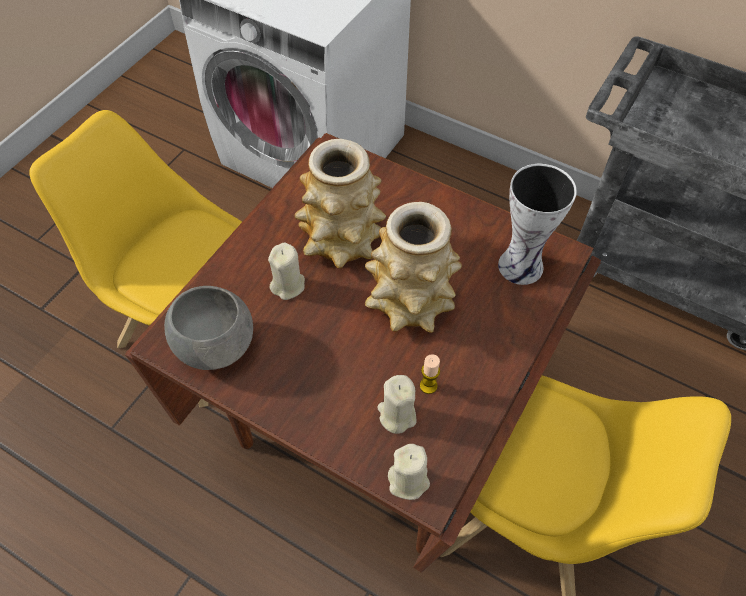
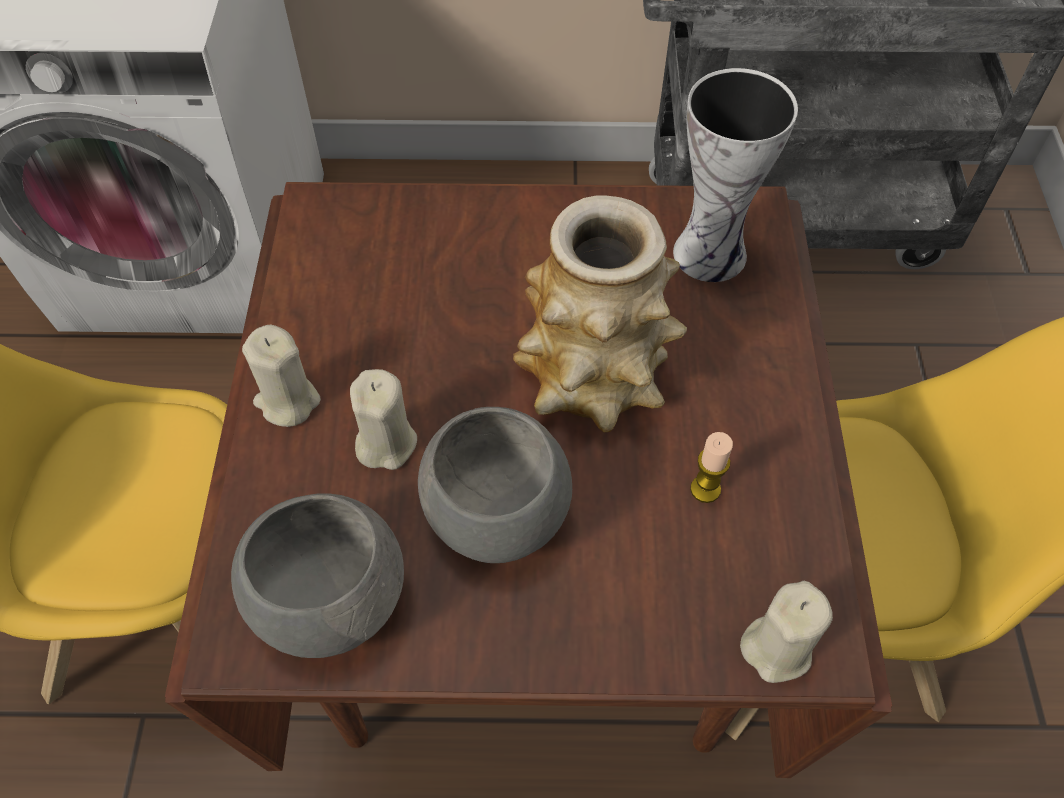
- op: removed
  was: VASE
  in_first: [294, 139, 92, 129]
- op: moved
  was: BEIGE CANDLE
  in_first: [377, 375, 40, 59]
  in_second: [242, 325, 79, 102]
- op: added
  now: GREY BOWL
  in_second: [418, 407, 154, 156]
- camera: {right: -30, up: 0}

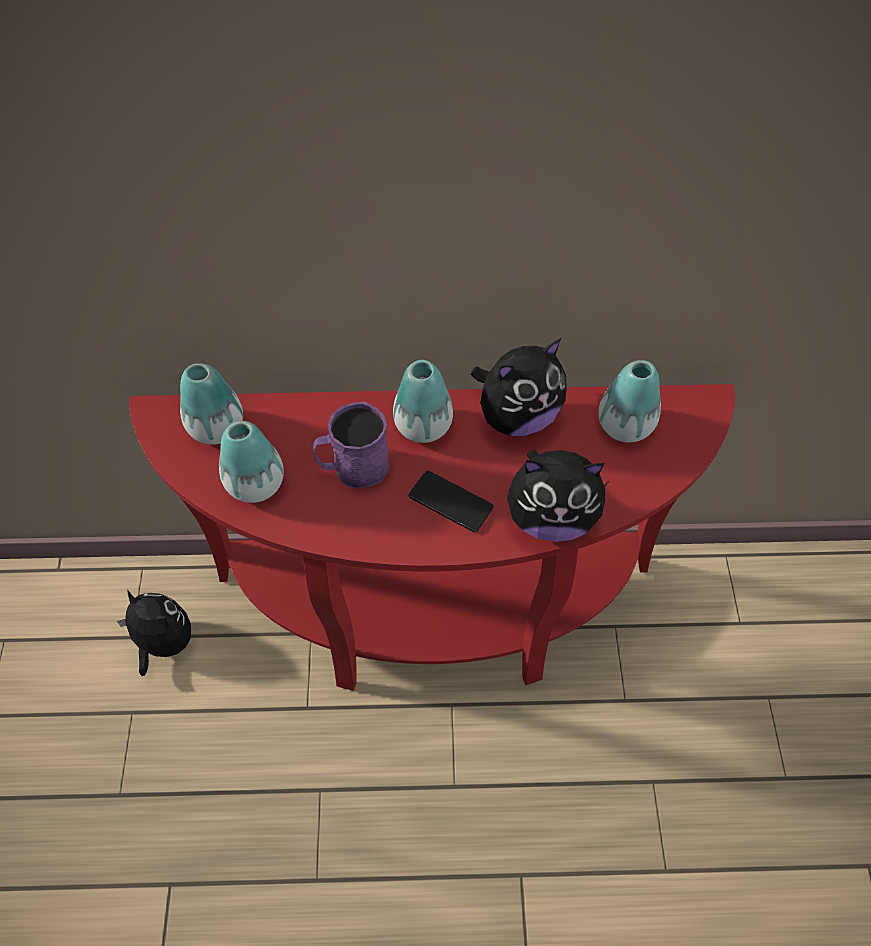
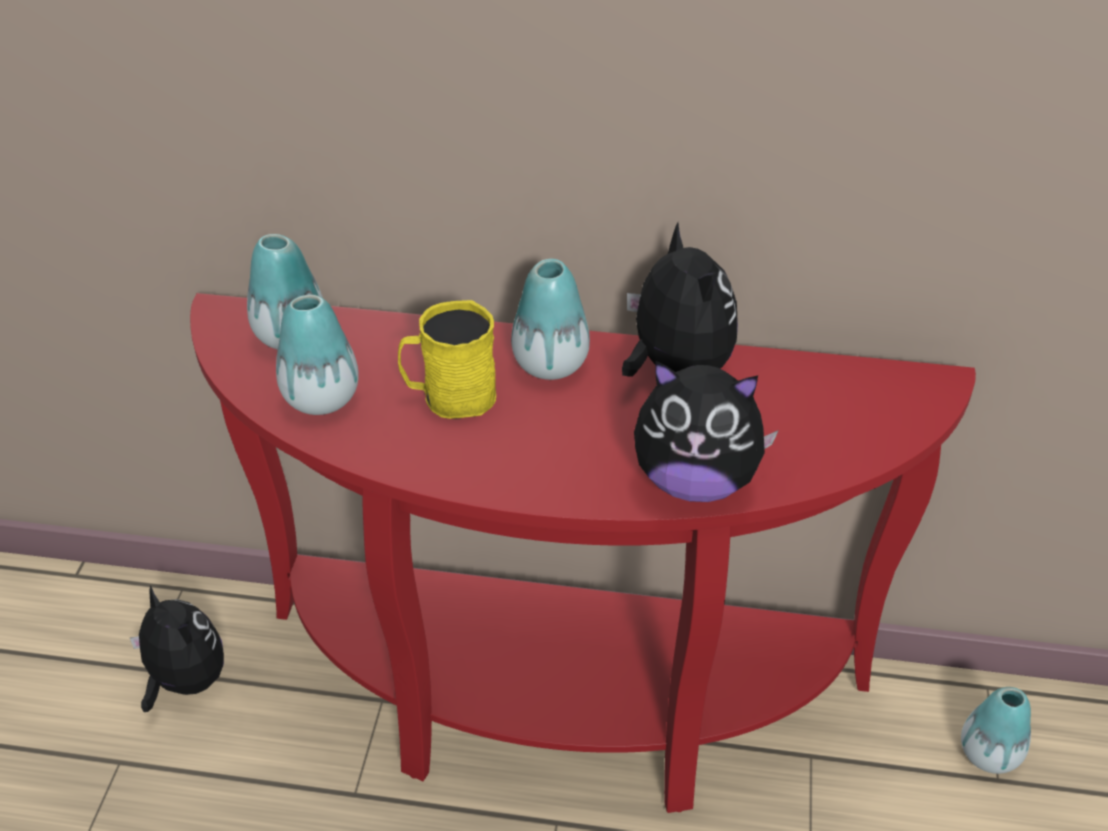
- op: turned
  was: PLUSH TOY
  in_first: [471, 338, 96, 98]
  in_second: [622, 223, 116, 153]
  clockwise: -90
- op: moved
  was: VASE
  in_first: [598, 360, 63, 82]
  in_second: [961, 687, 70, 87]
- op: recoloured
  was: PURPLE MUG
  now: YELLOW MUG
  in_first: [313, 401, 76, 88]
  in_second: [398, 300, 98, 119]
- op: removed
  was: PHONE
  in_first: [409, 471, 85, 62]
- camera: {right: 10, up: -15}

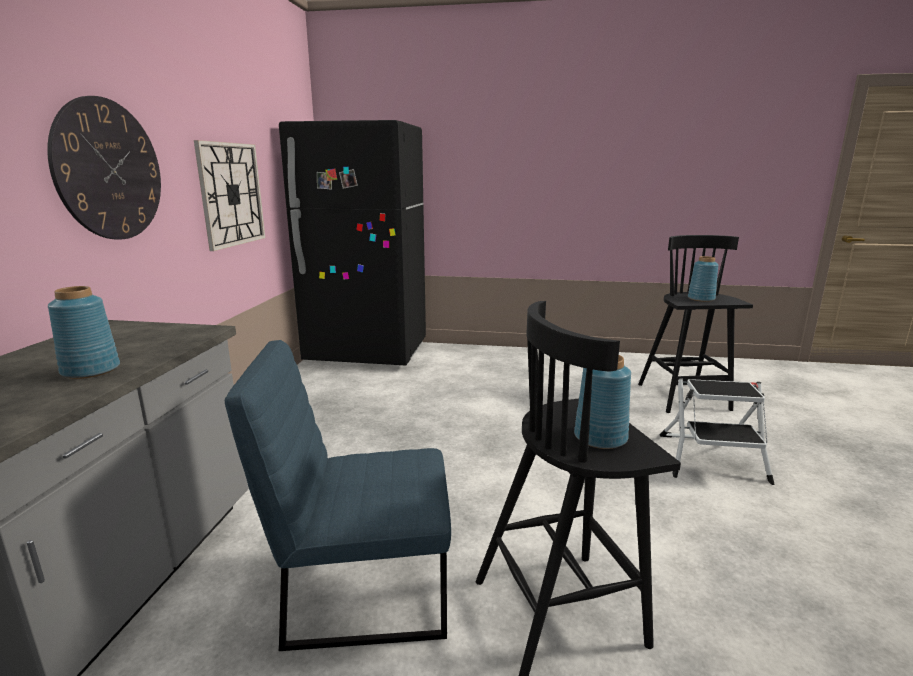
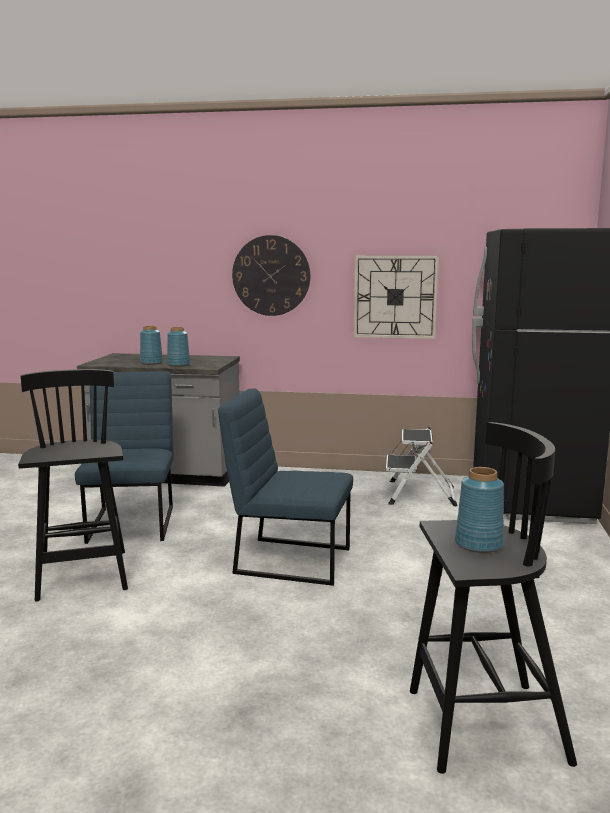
- op: moved
  was: BLUE VASE
  in_first: [574, 355, 57, 94]
  in_second: [167, 327, 23, 40]
- op: moved
  was: STEP LADDER
  in_first: [660, 378, 115, 107]
  in_second: [386, 427, 71, 80]
- op: added
  now: BLUE CHAIR
  in_second: [218, 388, 135, 198]
- camera: {right: 90, up: -5}

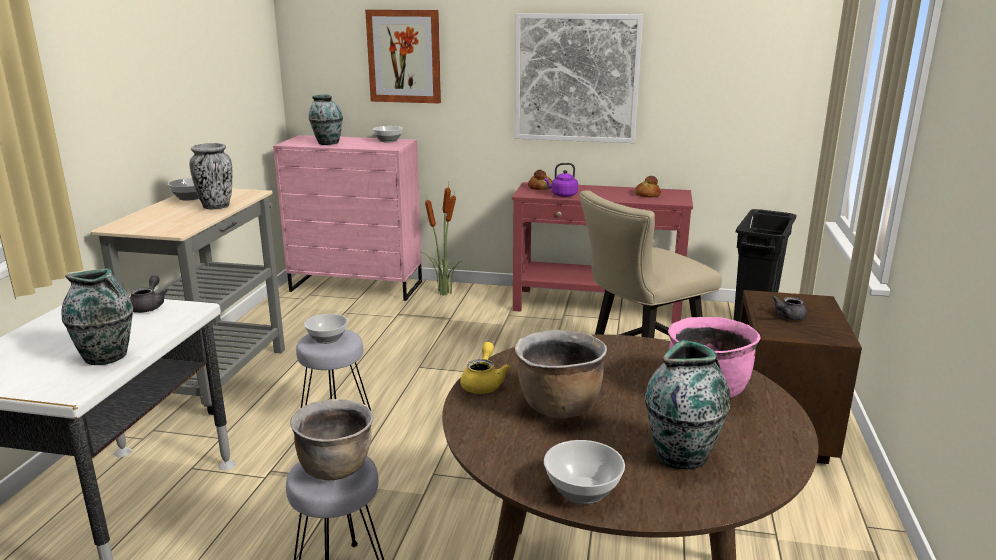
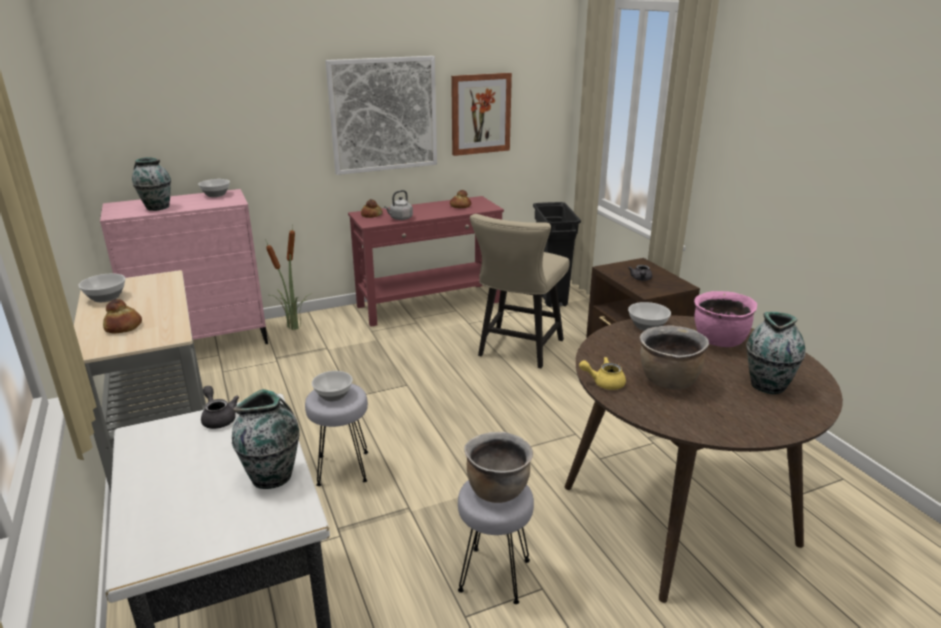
- op: moved
  was: PICTURE
  in_first: [365, 10, 76, 93]
  in_second: [451, 73, 61, 83]
- op: removed
  was: VASE
  in_first: [189, 143, 43, 66]
- op: recoloured
  was: PURPLE KETTLE
  now: GREY KETTLE
  in_first: [544, 163, 34, 34]
  in_second: [384, 190, 29, 30]
- op: turned
  was: YELLOW TEAPOT
  in_first: [460, 342, 51, 52]
  in_second: [579, 357, 47, 33]
  clockwise: -60
- op: moved
  was: BOWL
  in_first: [544, 440, 81, 64]
  in_second: [628, 302, 43, 29]
- op: added
  now: BREAD
  in_second: [103, 299, 39, 34]
- camera: {right: -35, up: 5}

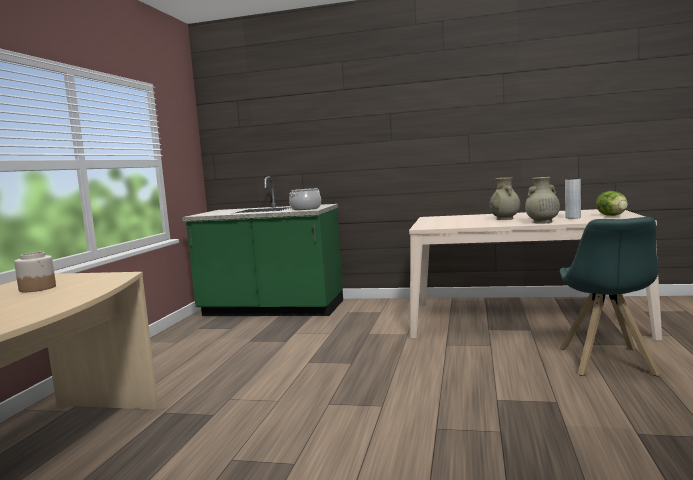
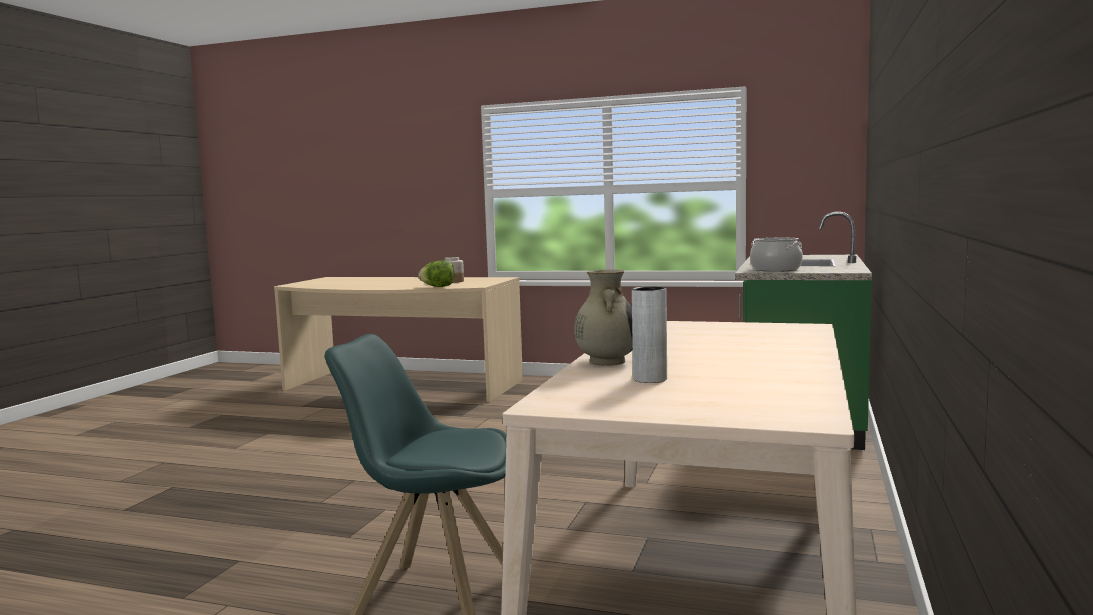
- op: removed
  was: BEIGE VASE
  in_first: [489, 177, 31, 43]
- op: moved
  was: LETTUCE
  in_first: [596, 191, 32, 25]
  in_second: [418, 261, 37, 26]
- camera: {right: 95, up: 0}

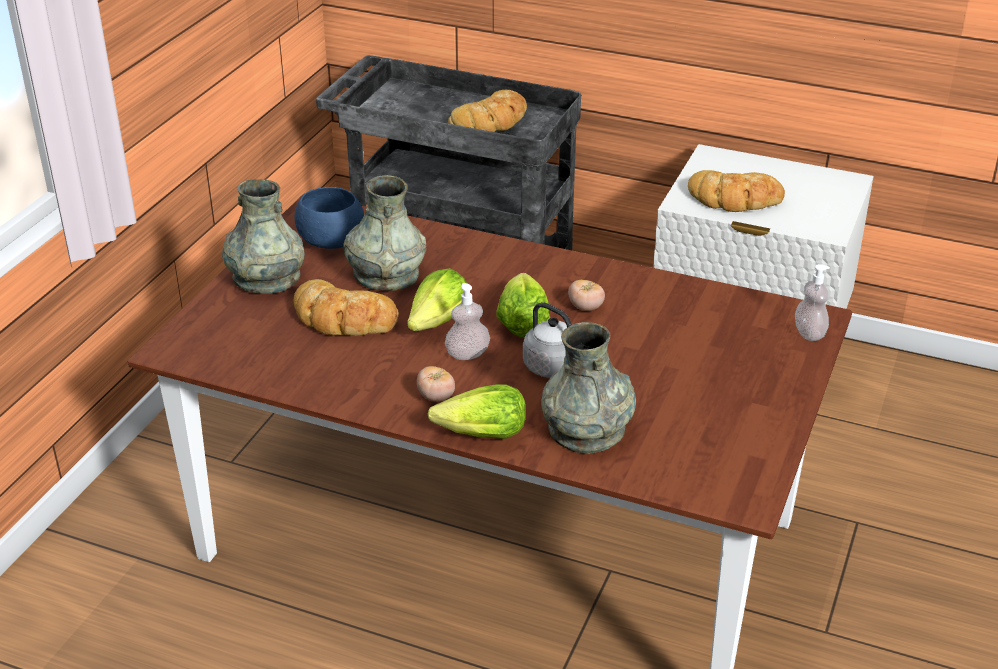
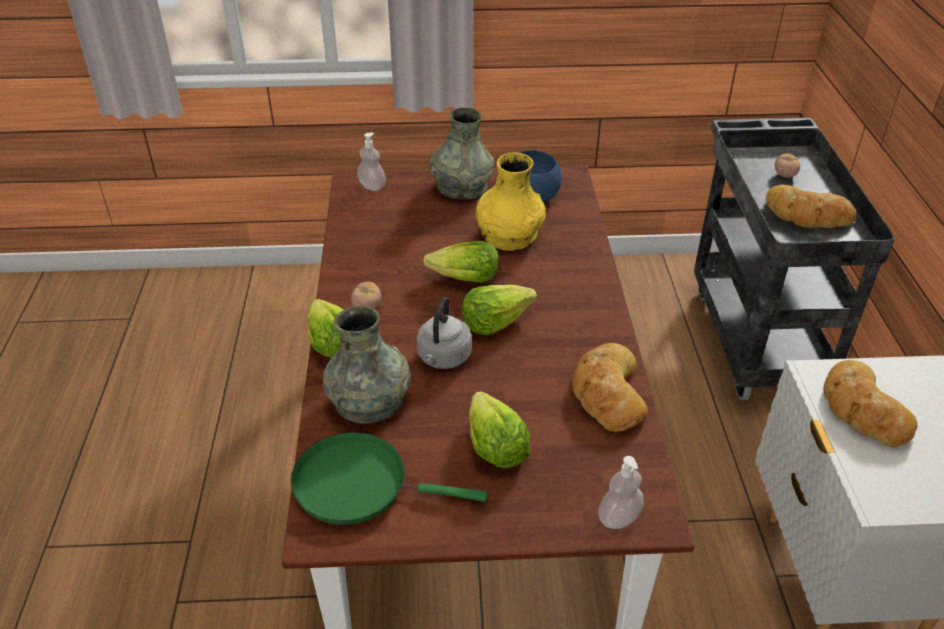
- op: recoloured
  was: GREY VASE
  now: YELLOW VASE
  in_first: [343, 175, 83, 116]
  in_second: [476, 152, 69, 99]
- op: moved
  was: BREAD
  in_first: [293, 279, 106, 57]
  in_second: [572, 343, 76, 89]
- op: moved
  was: TOMATO
  in_first: [568, 280, 37, 31]
  in_second: [775, 153, 25, 25]
- op: moved
  was: SOAP DISPENSER
  in_first: [445, 283, 45, 77]
  in_second: [357, 133, 29, 58]
- op: added
  now: LETTUCE
  in_second: [469, 391, 61, 77]
- op: added
  now: GREEN FRYING PAN
  in_second: [291, 432, 196, 93]
- camera: {right: 65, up: 5}

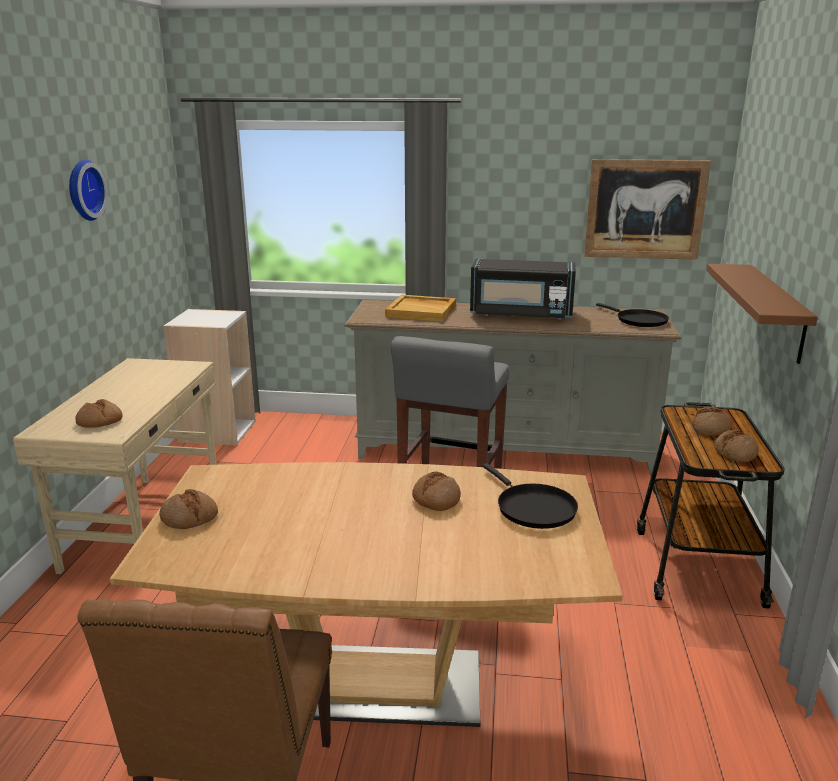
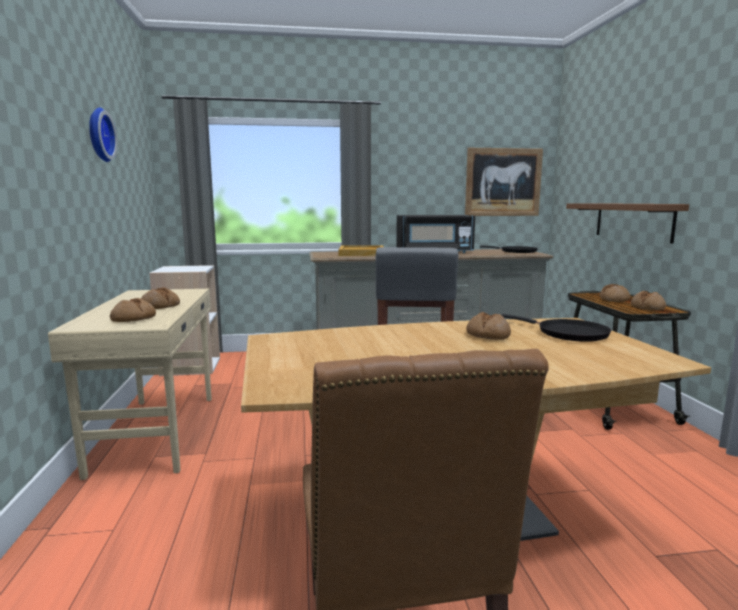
- op: moved
  was: BREAD
  in_first: [159, 489, 59, 40]
  in_second: [141, 287, 39, 22]
- camera: {right: -15, up: -10}

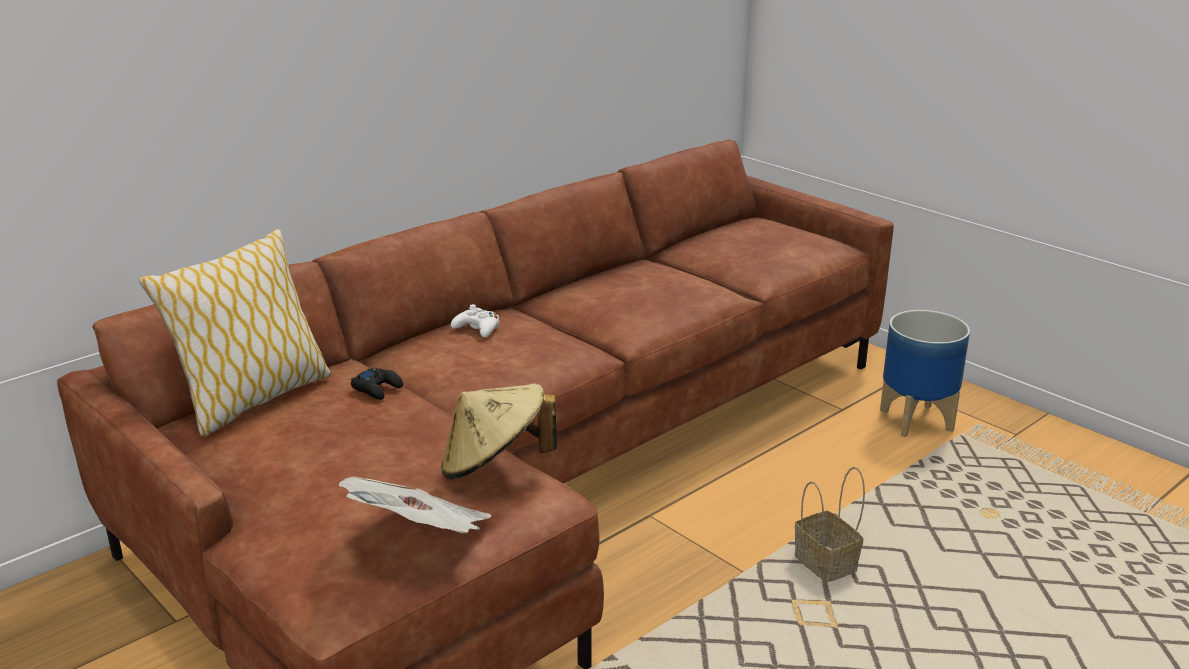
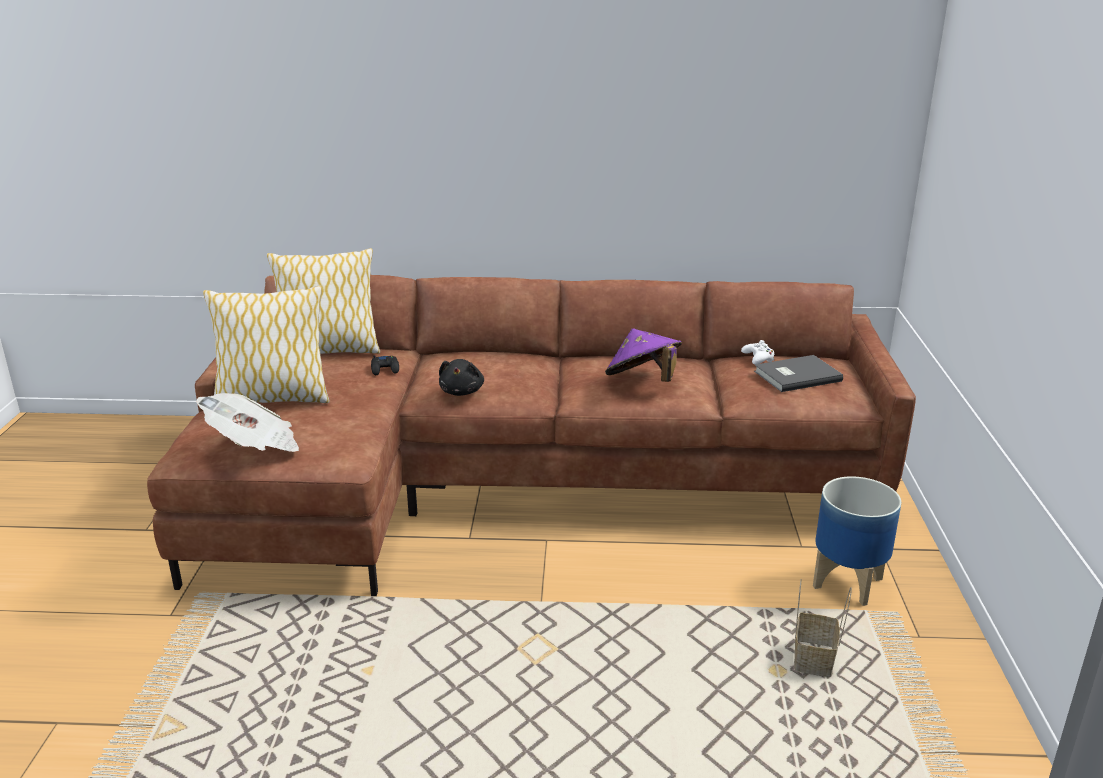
- op: moved
  was: WHITE GAME CONTROLLER
  in_first: [451, 304, 48, 34]
  in_second: [741, 340, 33, 24]
- op: removed
  was: BEIGE HAT
  in_first: [441, 384, 116, 96]
- op: moved
  was: BASKET
  in_first: [795, 467, 70, 115]
  in_second: [794, 579, 58, 98]
- op: added
  now: PILLOW
  in_second: [203, 286, 126, 117]
- op: added
  now: PURPLE HAT
  in_second: [605, 328, 77, 54]
- op: added
  now: GREY BOOK
  in_second: [754, 355, 89, 37]
- op: added
  now: BLACK PLUSH TOY
  in_second: [439, 359, 45, 37]
- camera: {right: 45, up: 0}

